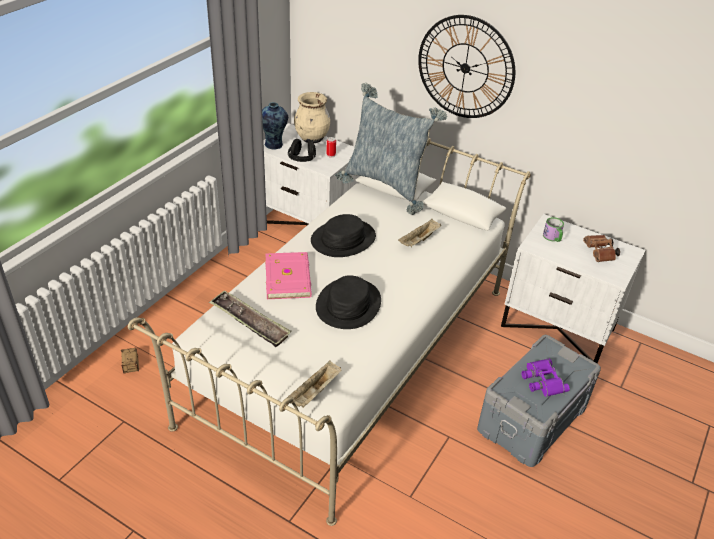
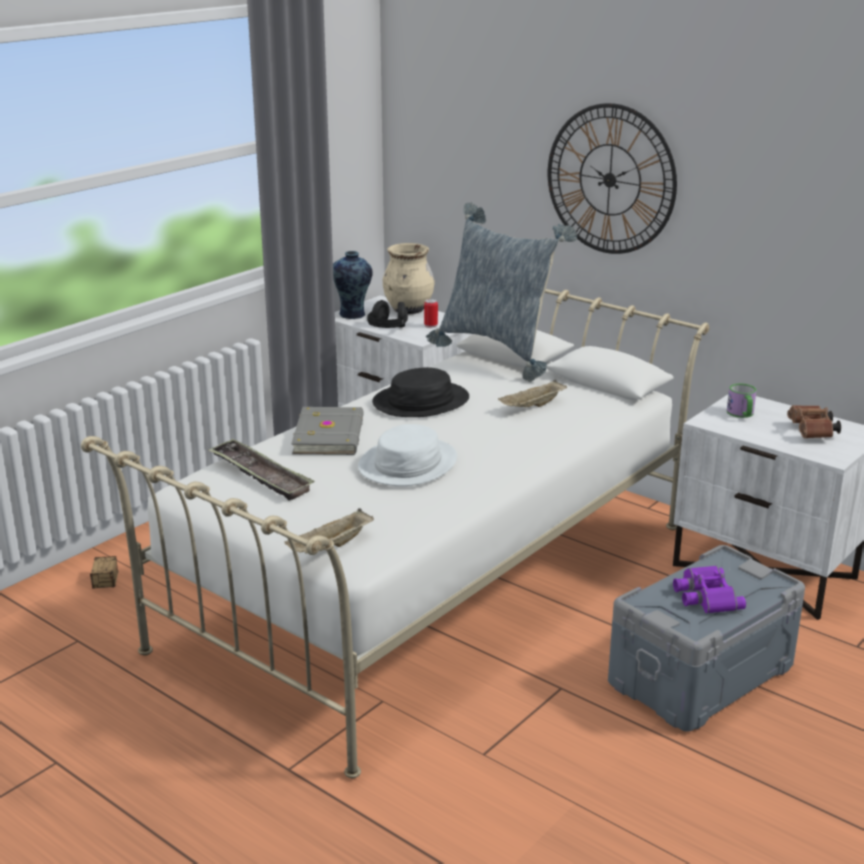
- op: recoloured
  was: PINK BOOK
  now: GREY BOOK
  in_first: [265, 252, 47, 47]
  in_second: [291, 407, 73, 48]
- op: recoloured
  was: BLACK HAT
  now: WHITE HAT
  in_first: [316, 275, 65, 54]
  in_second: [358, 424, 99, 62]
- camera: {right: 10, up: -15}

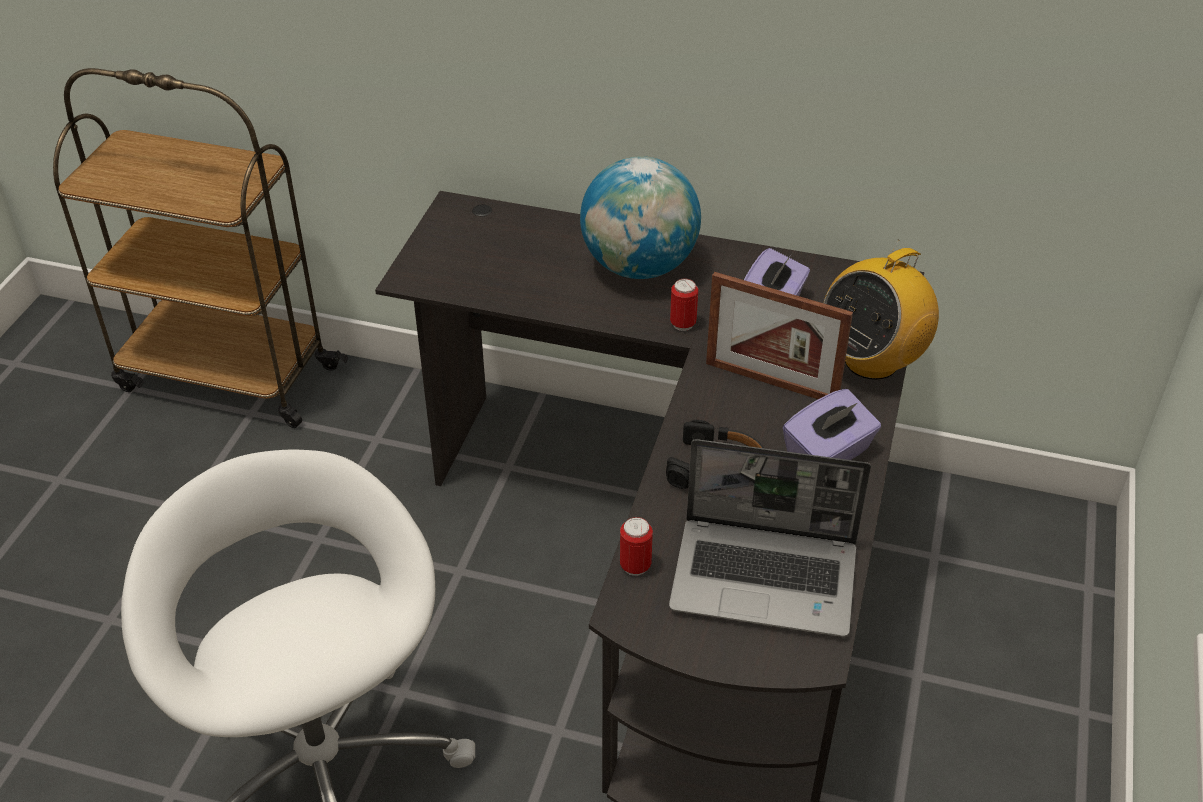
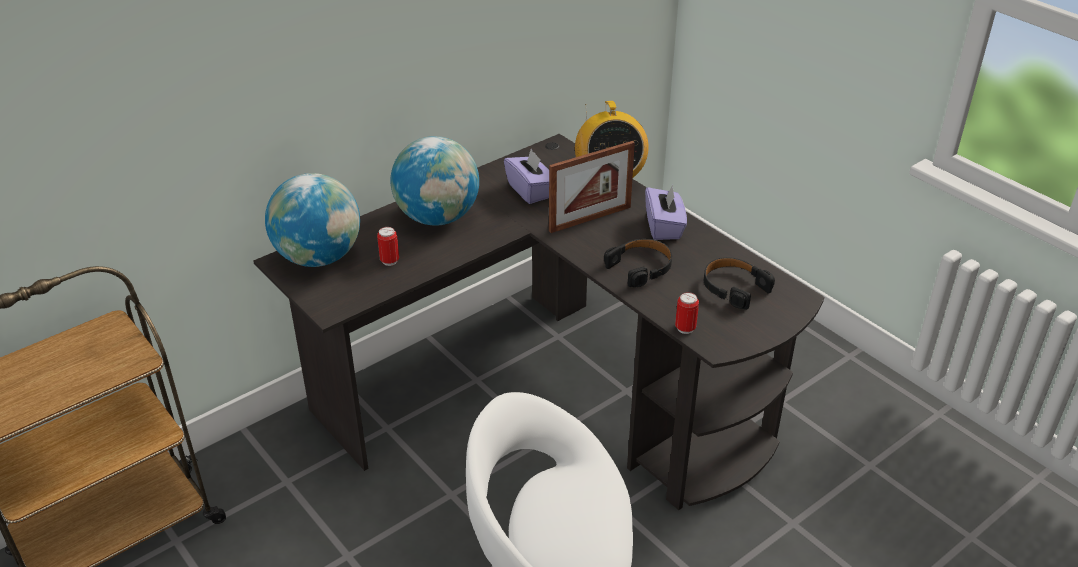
- op: moved
  was: CAN
  in_first: [670, 278, 28, 53]
  in_second: [377, 227, 22, 39]
- op: replaced
  was: LAPTOP
  now: BLACK HEADPHONES
  in_first: [669, 439, 202, 198]
  in_second: [704, 257, 71, 53]
- op: added
  now: GLOBE
  in_second: [265, 173, 95, 94]
- camera: {right: -55, up: -5}

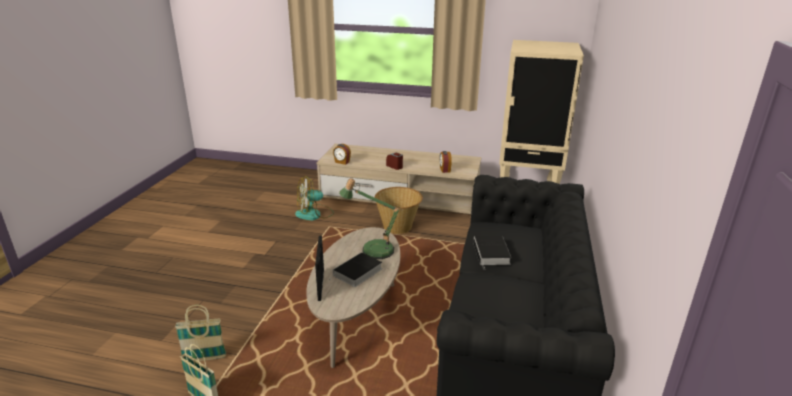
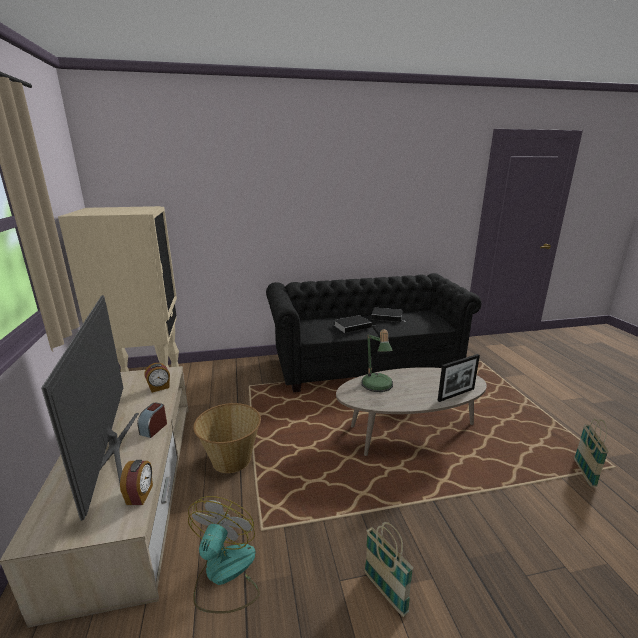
- op: turned
  was: FAN
  in_first: [295, 176, 39, 44]
  in_second: [188, 496, 72, 118]
  clockwise: -120
- op: moved
  was: BOOK
  in_first: [329, 252, 53, 35]
  in_second: [371, 308, 36, 14]
- op: moved
  was: BASKET
  in_first: [175, 305, 51, 56]
  in_second: [364, 522, 50, 95]
- op: added
  now: TELEVISION
  in_second: [41, 295, 98, 226]
- camera: {right: -115, up: -5}

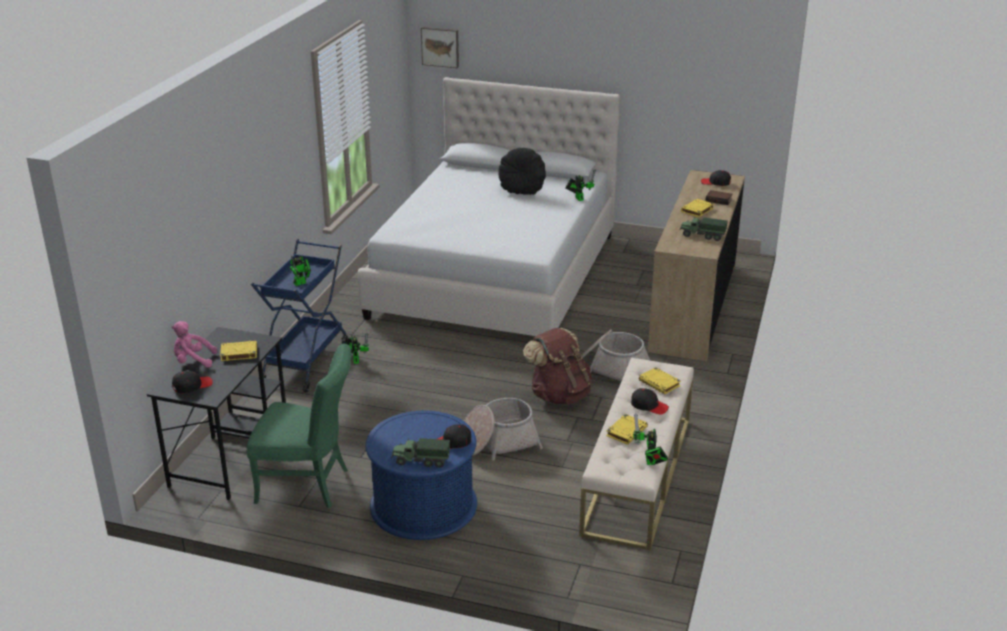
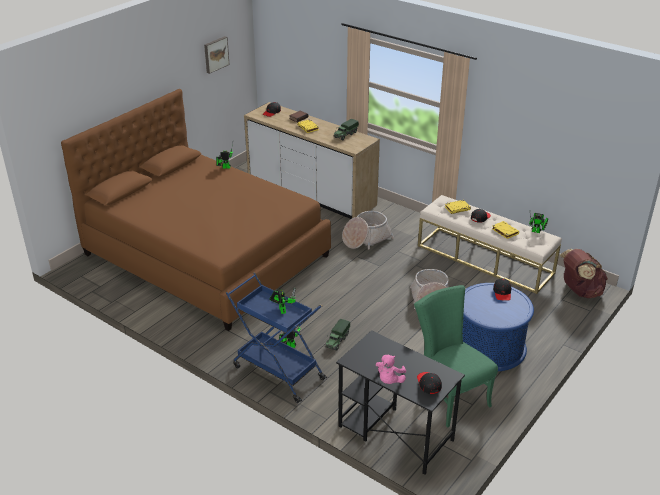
- op: moved
  was: PICTURE
  in_first: [421, 27, 38, 41]
  in_second: [204, 36, 25, 38]
- op: recoloured
  was: WHITE BED
  now: BROWN BED
  in_first: [358, 77, 262, 259]
  in_second: [61, 89, 270, 242]
- op: removed
  was: BLACK PILLOW
  in_first: [498, 148, 48, 47]
- op: moved
  was: BROWN BACKPACK
  in_first: [523, 328, 69, 76]
  in_second: [560, 249, 48, 49]
- op: removed
  was: YELLOW BOOK
  in_first: [220, 341, 37, 20]
- op: turned
  was: GREEN CHAIR
  in_first: [247, 344, 104, 164]
  in_second: [414, 285, 84, 143]
  clockwise: -60
- op: moved
  was: TOY TRUCK
  in_first: [391, 438, 59, 30]
  in_second: [325, 319, 25, 32]
- camera: {right: -70, up: 5}

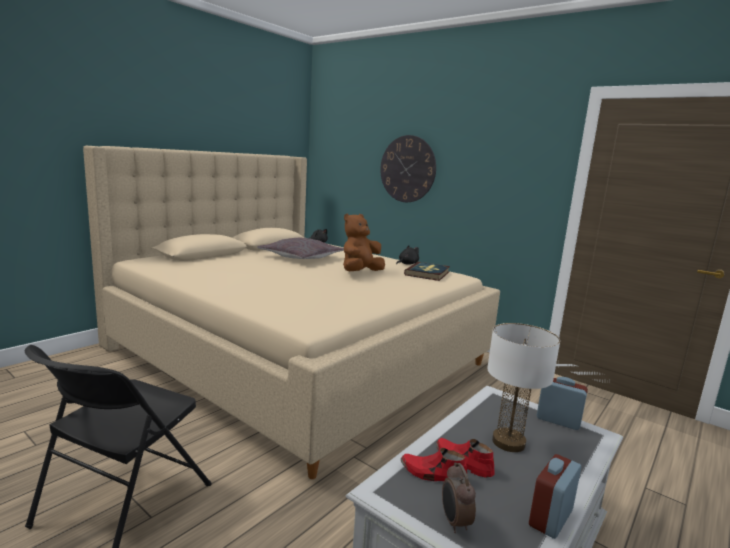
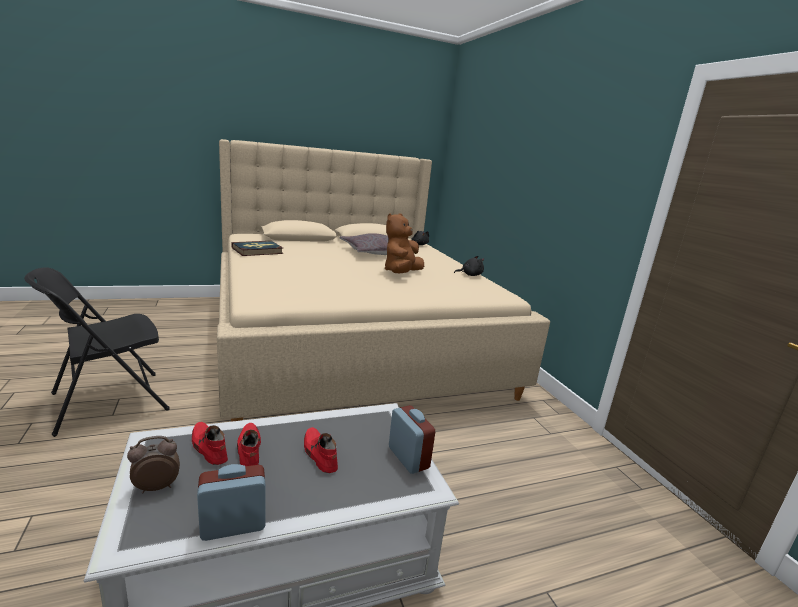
- op: removed
  was: WALL CLOCK
  in_first: [380, 135, 56, 67]
- op: turned
  was: BROWN PLUSH TOY
  in_first: [343, 214, 42, 57]
  in_second: [384, 213, 40, 61]
  clockwise: -45
- op: moved
  was: BOOK
  in_first: [404, 262, 46, 19]
  in_second: [231, 241, 52, 15]
- op: replaced
  was: TABLE LAMP
  now: RED SHOE
  in_first: [487, 323, 73, 129]
  in_second: [304, 427, 34, 46]
- op: turned
  was: ALARM CLOCK
  in_first: [442, 462, 34, 71]
  in_second: [127, 436, 53, 57]
  clockwise: 45
- camera: {right: 30, up: 5}

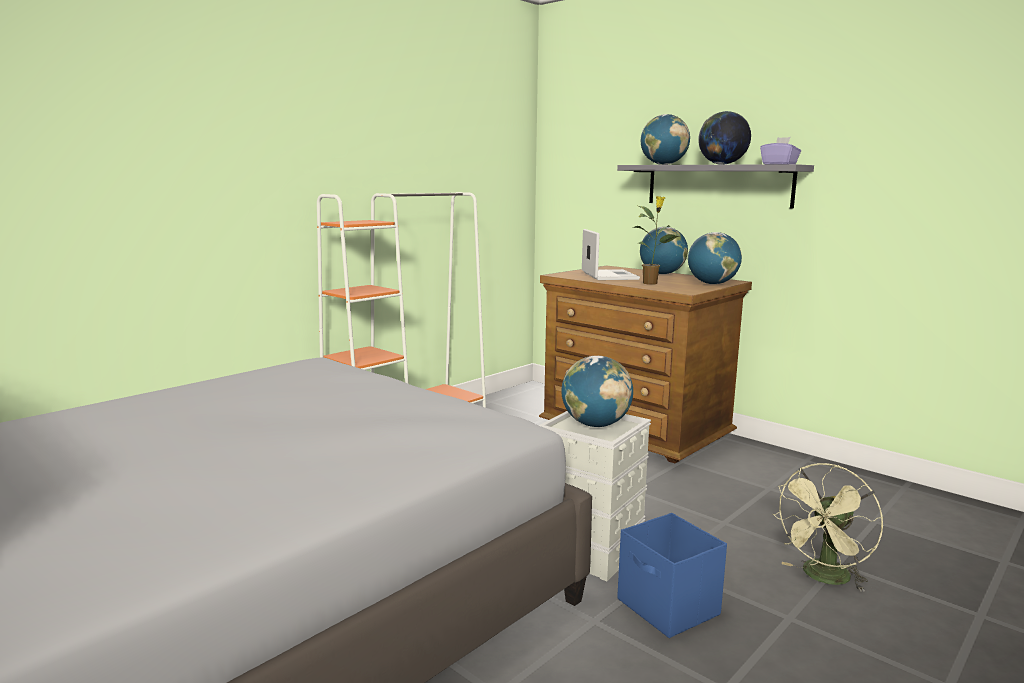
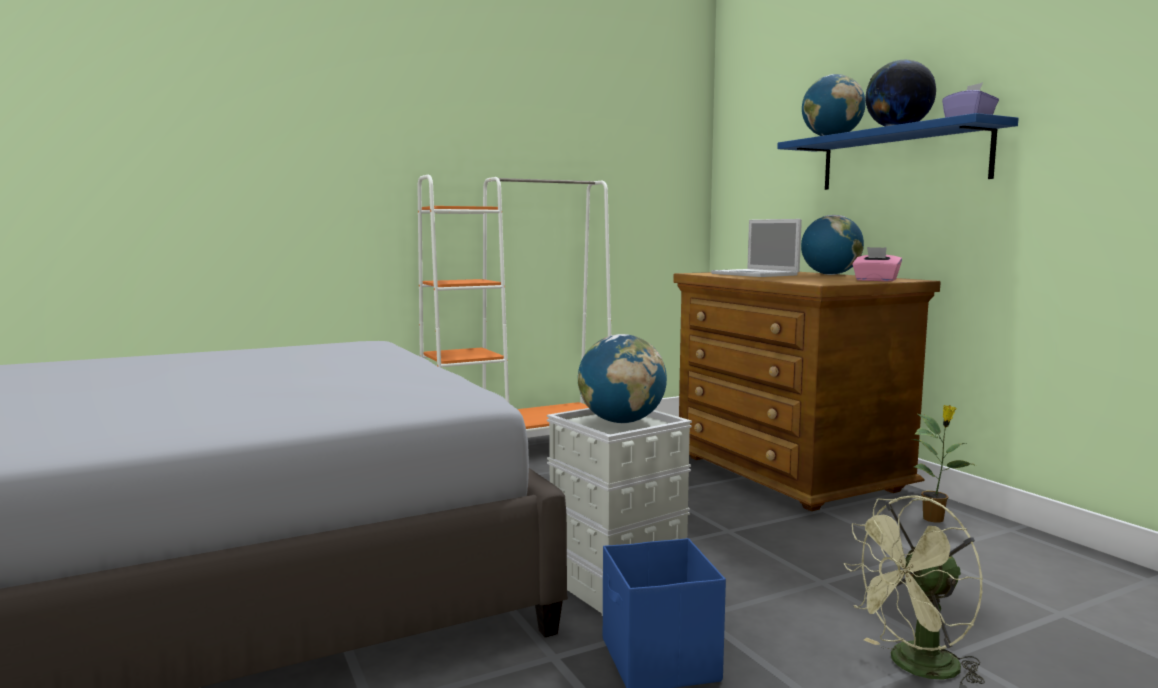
- op: recoloured
  was: GREY SHELF
  now: BLUE SHELF
  in_first: [617, 164, 197, 44]
  in_second: [777, 113, 242, 77]
- op: moved
  was: POTTED PLANT
  in_first: [633, 196, 47, 89]
  in_second: [912, 405, 64, 118]
- op: turned
  was: LAPTOP
  in_first: [582, 229, 58, 51]
  in_second: [711, 219, 91, 58]
  clockwise: 135
- op: replaced
  was: GLOBE
  now: PINK TISSUE BOX
  in_first: [688, 232, 54, 52]
  in_second: [852, 247, 50, 35]
- camera: {right: 20, up: -5}

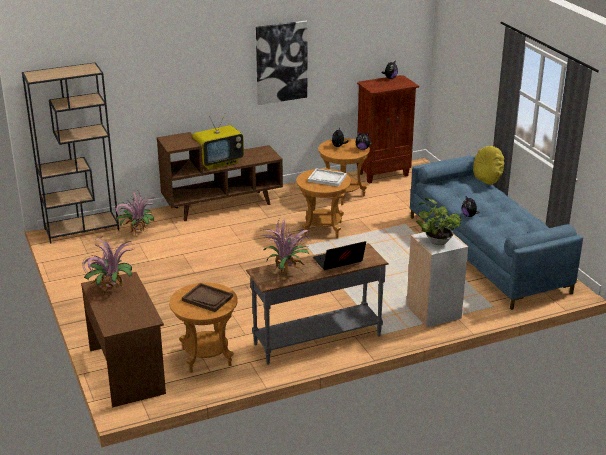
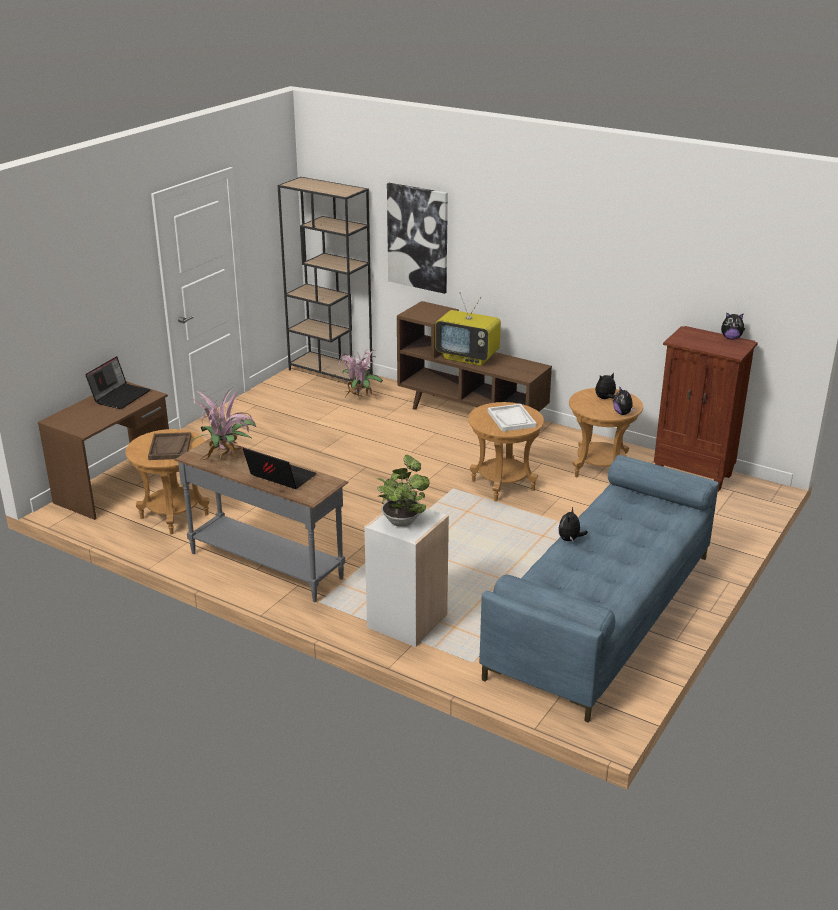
- op: moved
  was: PICTURE
  in_first: [256, 21, 52, 84]
  in_second: [387, 183, 61, 111]
- op: removed
  was: YELLOW PILLOW
  in_first: [473, 146, 31, 39]
- op: replaced
  was: POTTED PLANT
  now: LAPTOP
  in_first: [82, 238, 51, 55]
  in_second: [85, 356, 66, 53]
- camera: {right: 55, up: 0}

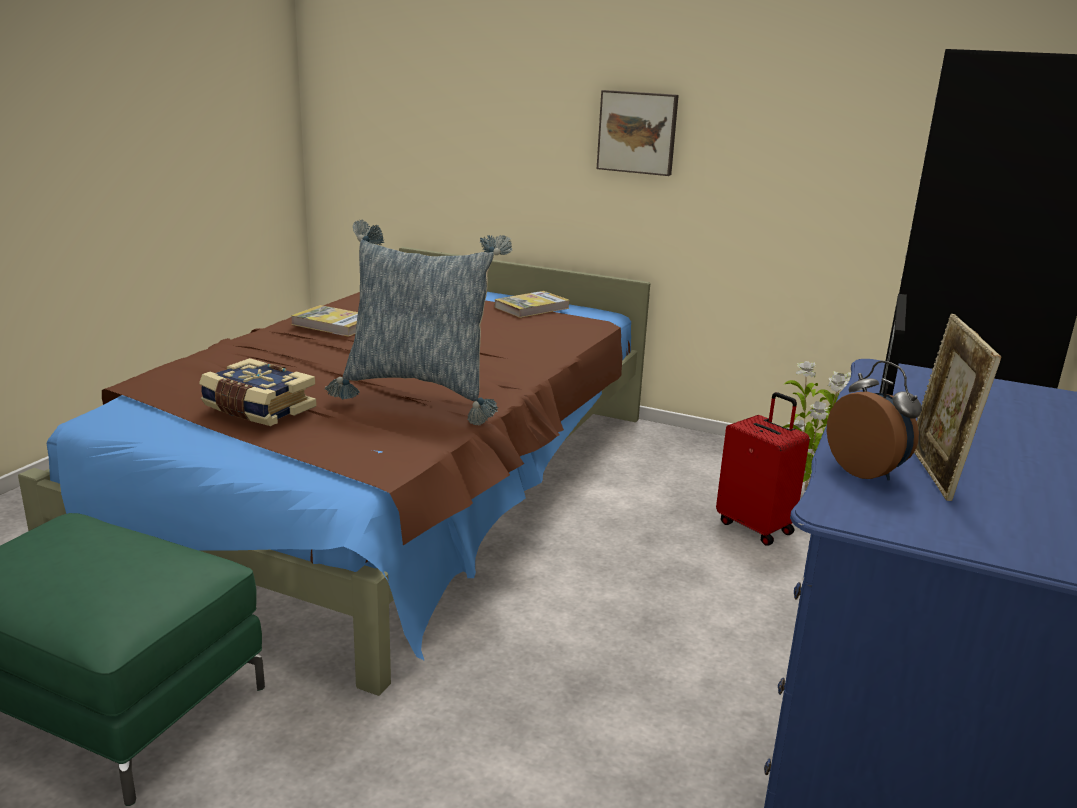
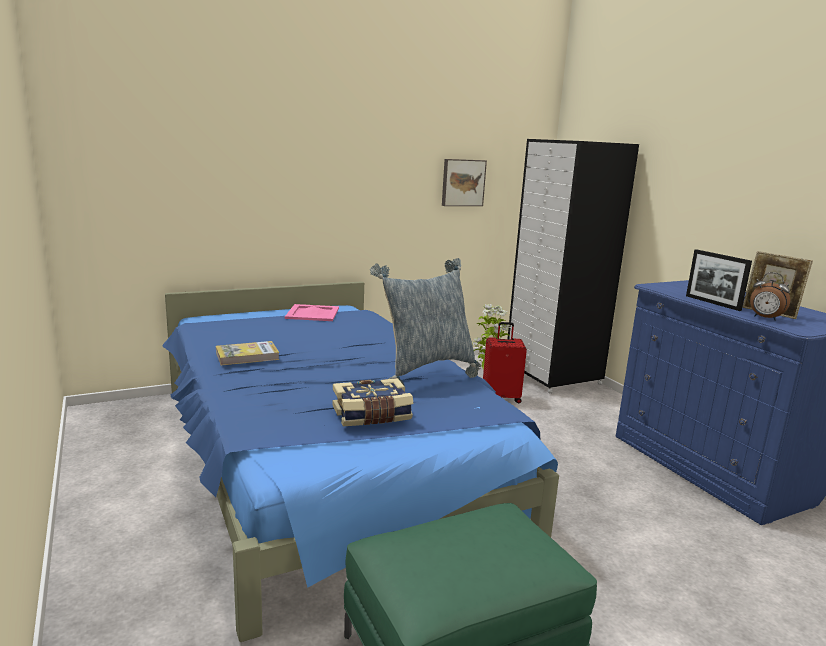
- op: moved
  was: PICTURE
  in_first: [597, 90, 82, 86]
  in_second: [442, 159, 45, 47]
- op: recoloured
  was: BROWN BED
  now: BLUE BED
  in_first: [18, 247, 632, 449]
  in_second: [162, 281, 397, 361]
- op: replaced
  was: BOOK
  now: PINK TRAY
  in_first: [495, 291, 75, 27]
  in_second: [285, 304, 54, 17]
- op: turned
  was: ALARM CLOCK
  in_first: [827, 361, 95, 119]
  in_second: [750, 272, 40, 49]
  clockwise: -150
- camera: {right: -50, up: -5}

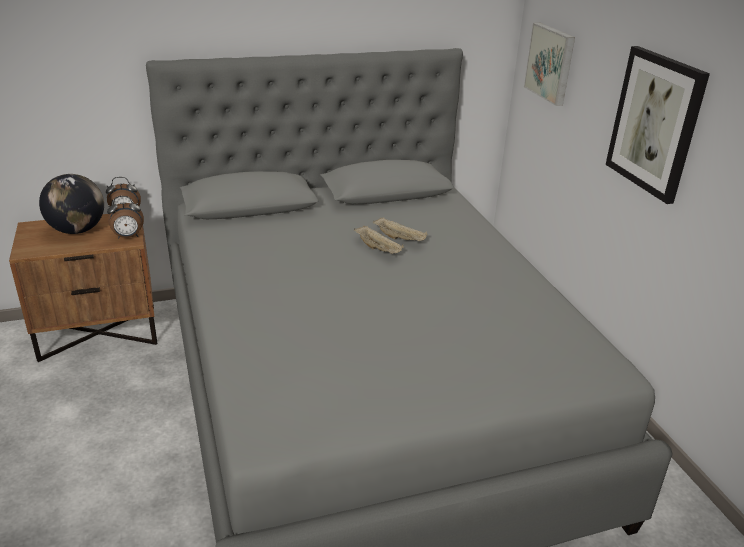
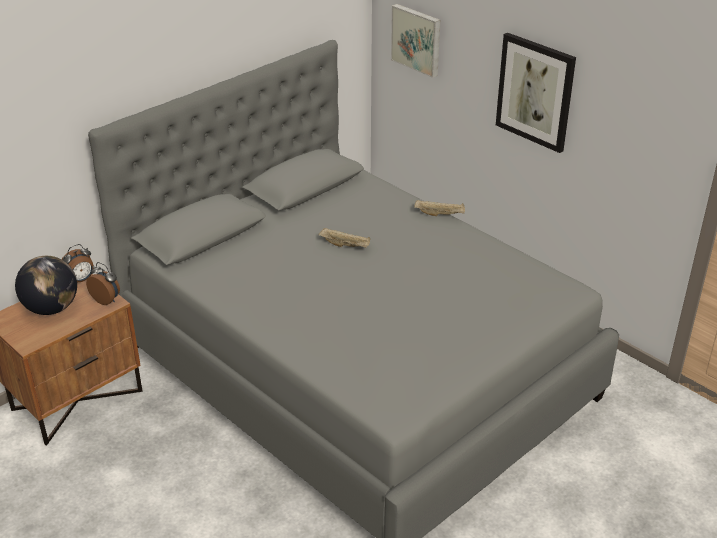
- op: turned
  was: ALARM CLOCK
  in_first: [107, 196, 37, 43]
  in_second: [86, 262, 34, 43]
  clockwise: -105
- op: moved
  was: BEIGE TRAY
  in_first: [373, 217, 55, 24]
  in_second: [414, 200, 51, 16]
- camera: {right: -25, up: 5}

